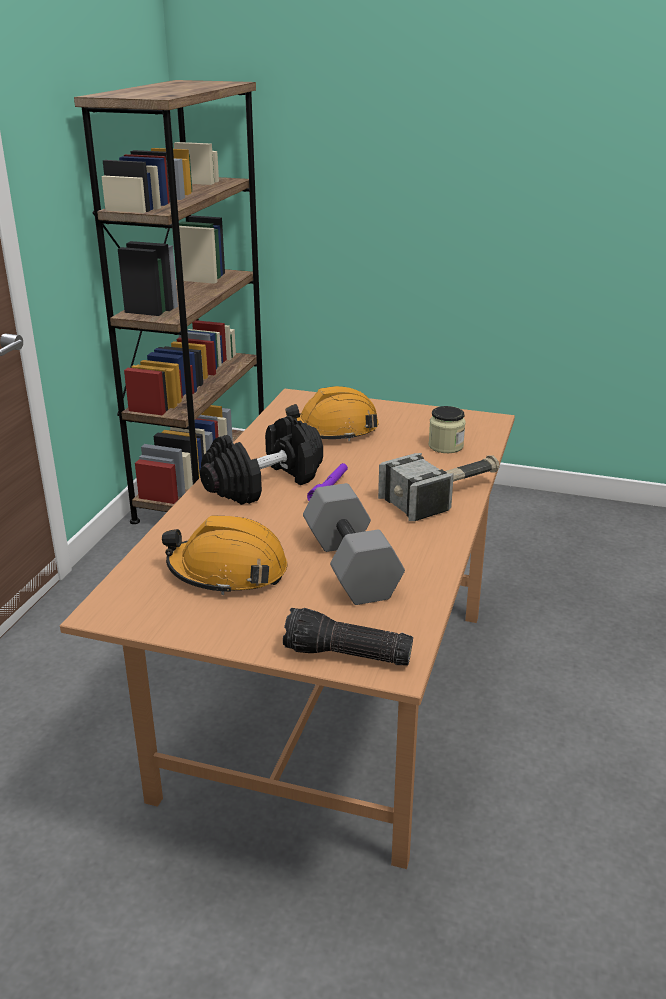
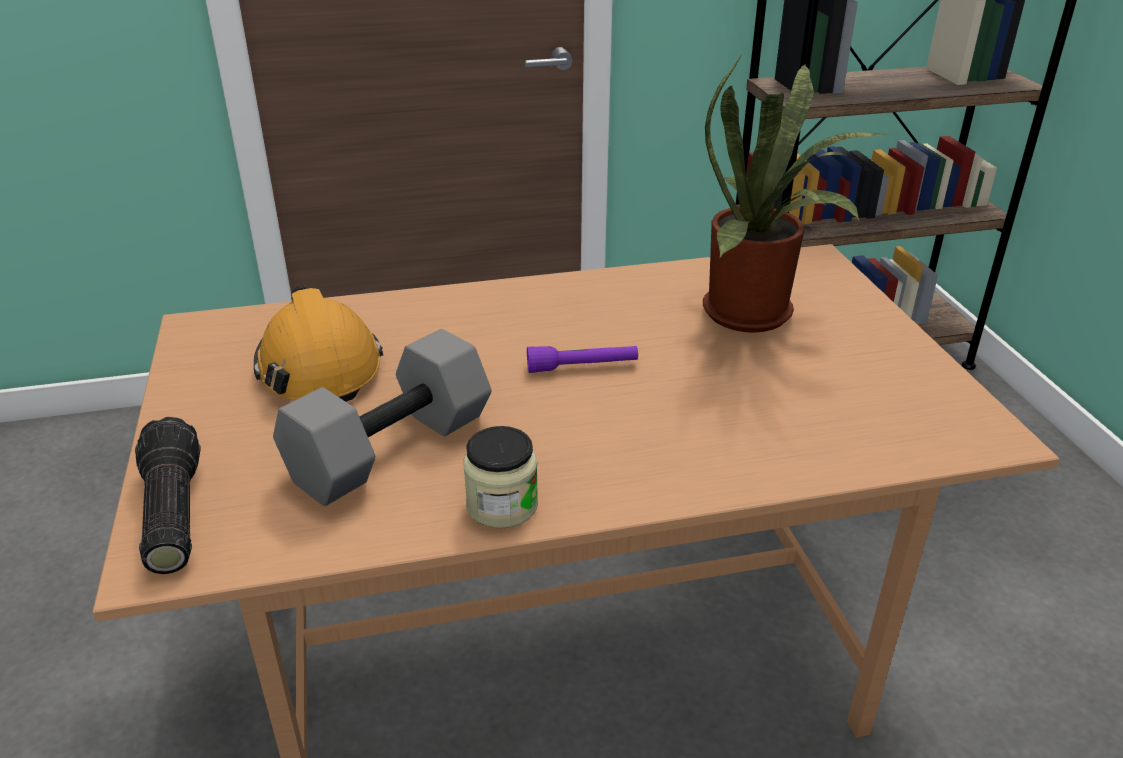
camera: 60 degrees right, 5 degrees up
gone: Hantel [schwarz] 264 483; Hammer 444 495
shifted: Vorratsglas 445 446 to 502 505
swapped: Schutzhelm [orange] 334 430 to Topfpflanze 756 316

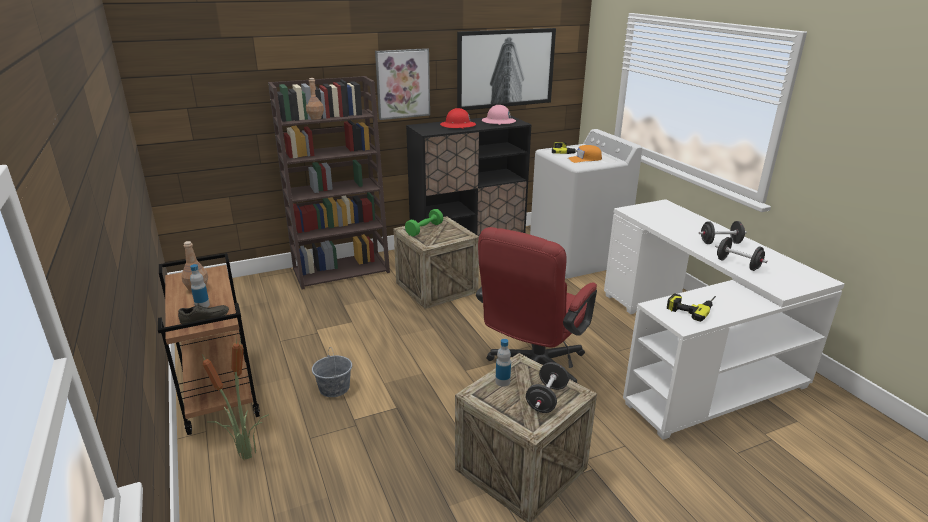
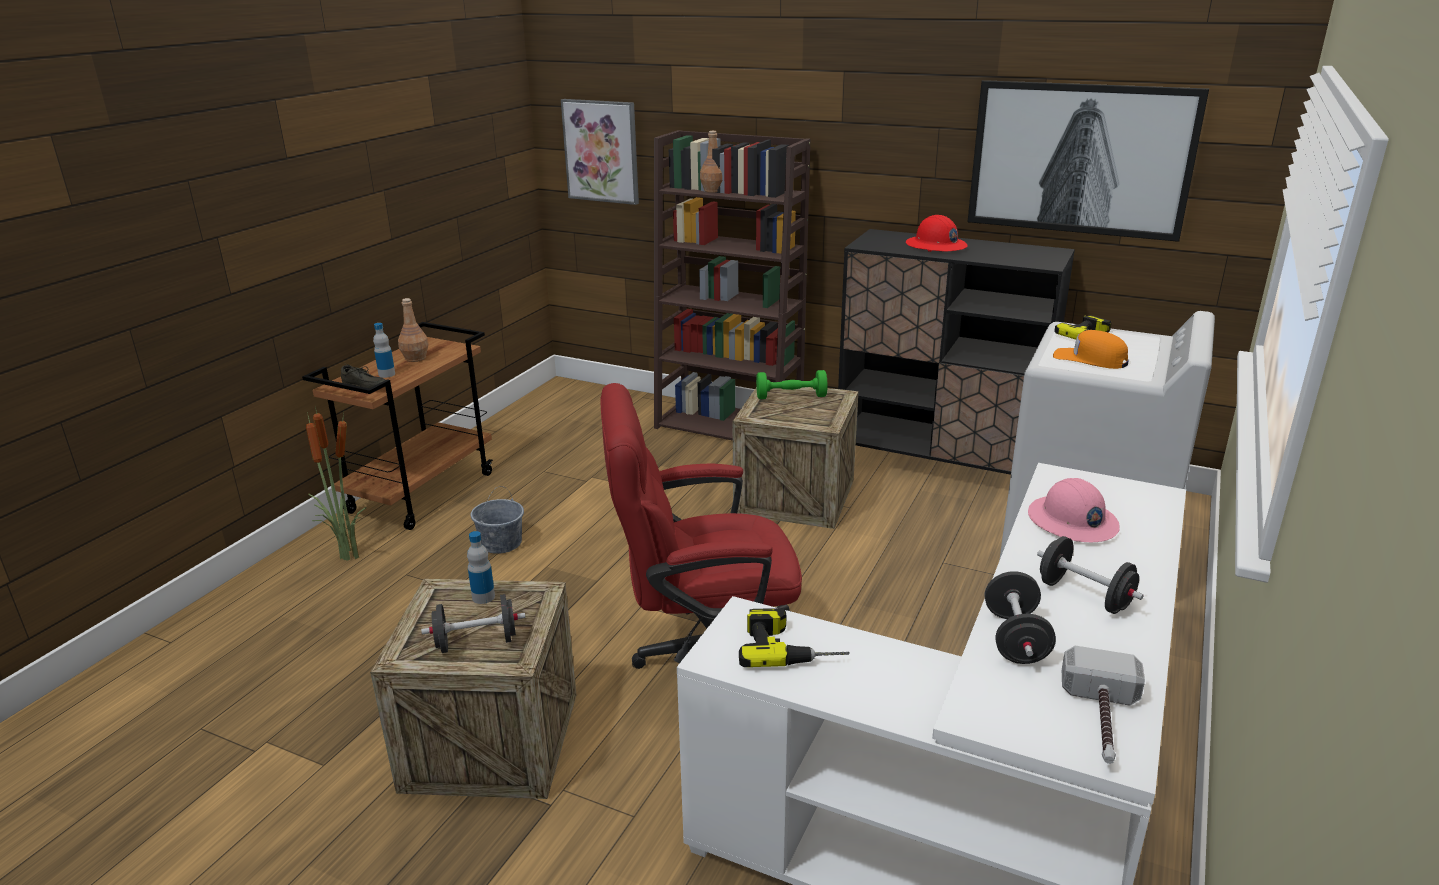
camera: 50 degrees right, 0 degrees up
new: Hammer 1101 722
shifted: Bild 402 84 to 601 151; Schutzhelm [rosa] 498 122 to 1072 522

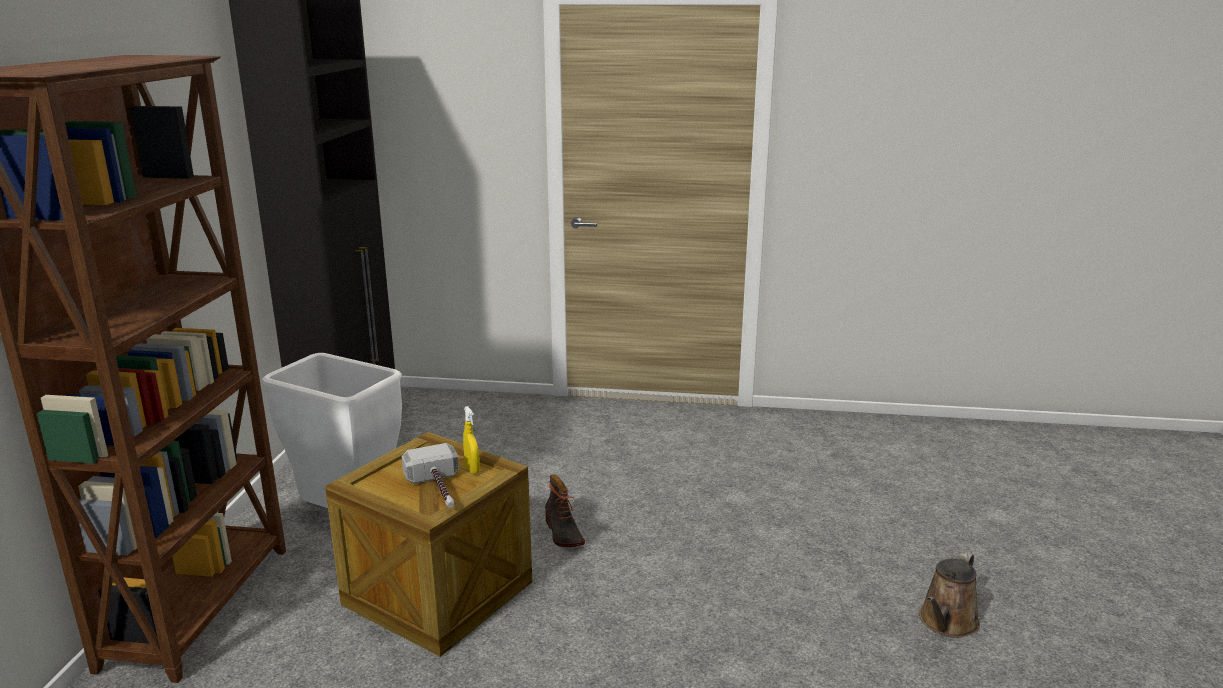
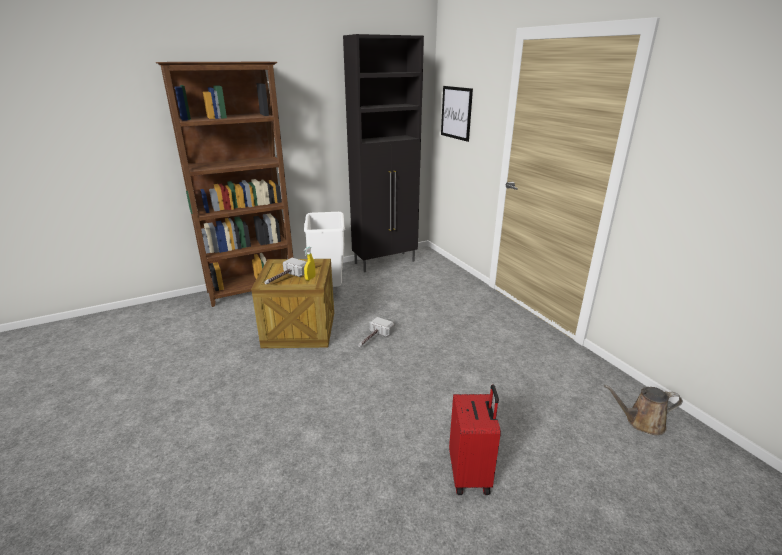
camera: 55 degrees right, 5 degrees up
new: Bild 456 113; Koffer [rot] 470 474
shifted: Gießkanne [braun] 946 623 to 641 422
swapped: Stiefel 562 533 to Hammer 373 339

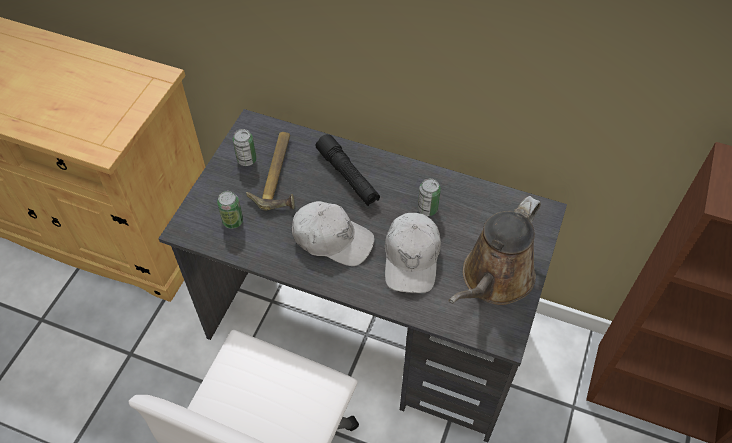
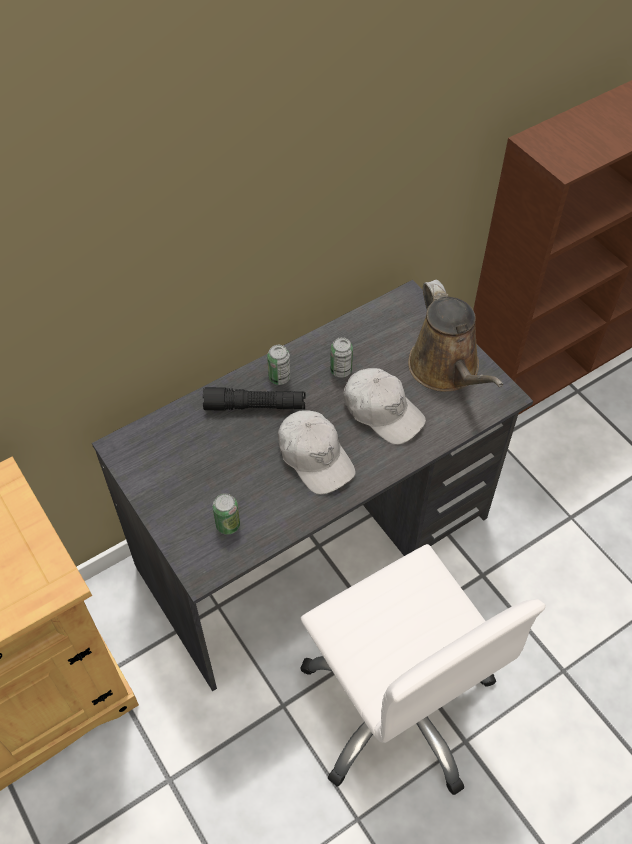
camera: 55 degrees left, 0 degrees up
gone: Hammer 280 174
shifted: Dose 247 160 to 279 377
rotated: Kappe [weiß] 332 239 = 315 457 90 degrees clockwise

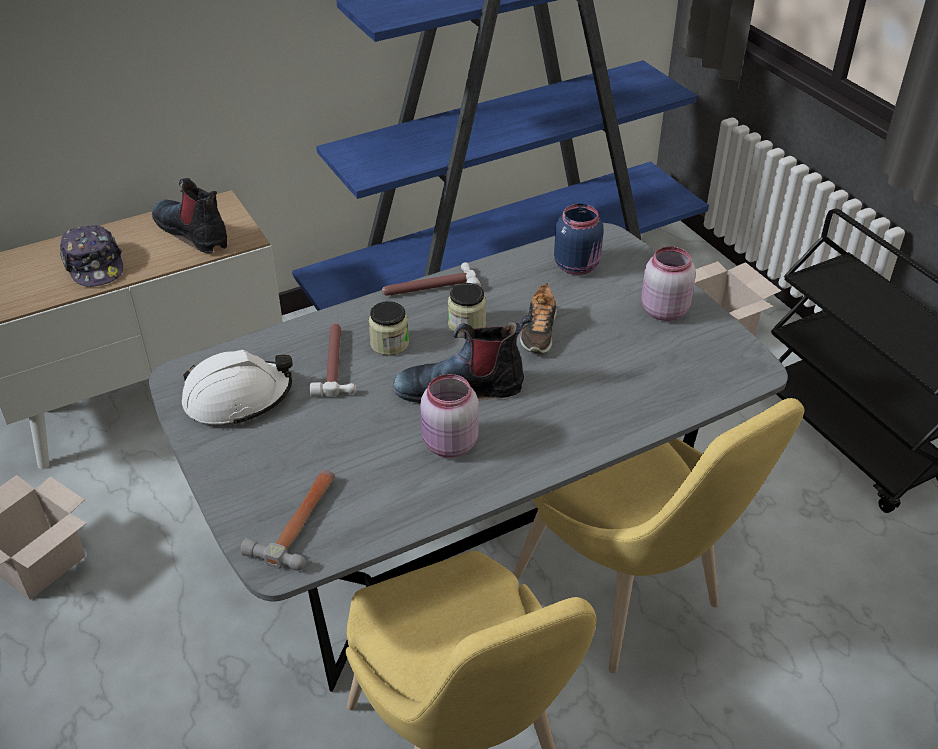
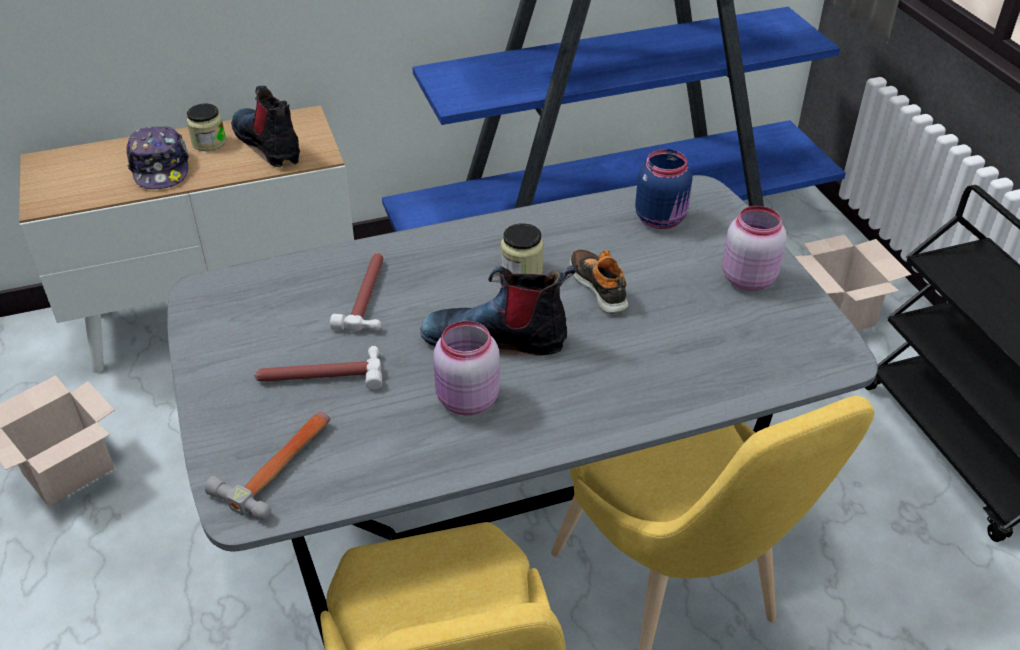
camera: 10 degrees right, 0 degrees up
gone: Schutzhelm [weiß] 238 398
shifted: Hammer 428 287 to 319 375; Vorratsglas 389 344 to 209 142
rotated: Schuh 539 332 = 599 287 135 degrees clockwise

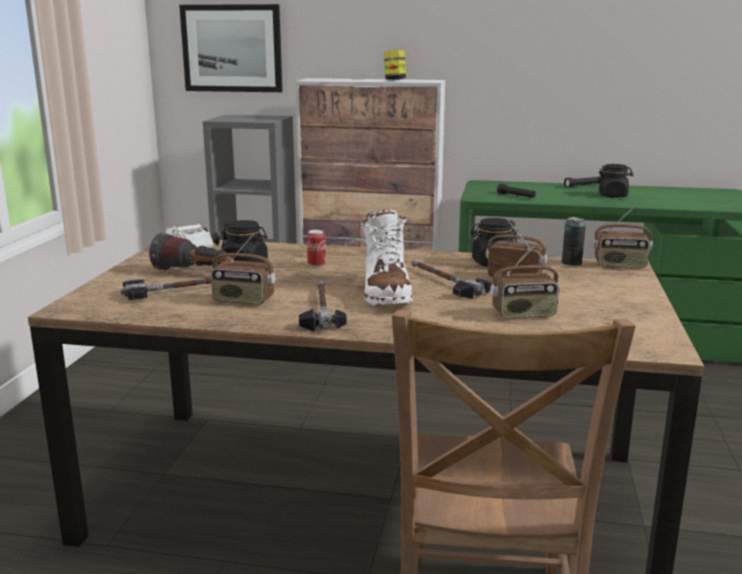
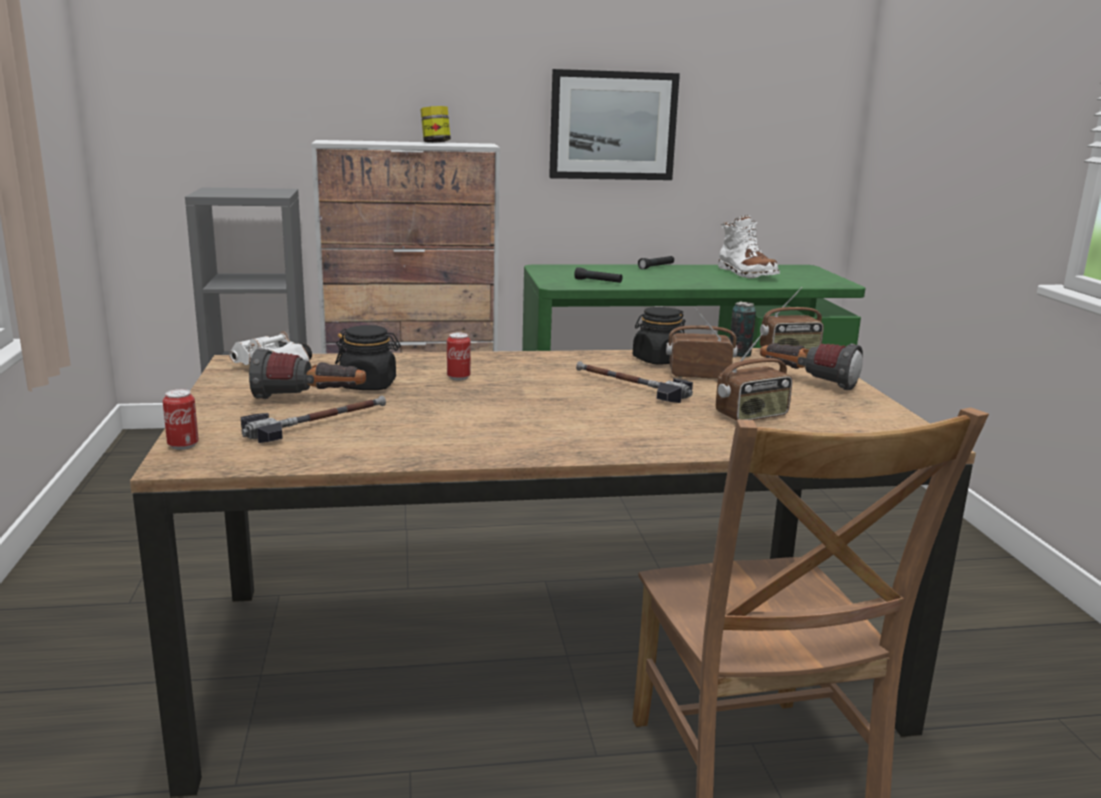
camera: 20 degrees left, 0 degrees up
gone: Vorratsglas [schwarz] 613 195; Radio 243 300; Hammer 321 309
new: Taschenlampe 806 381; Dose 183 445
shifted: Bild 232 48 to 613 125; Stiefel [weiß] 385 293 to 746 273

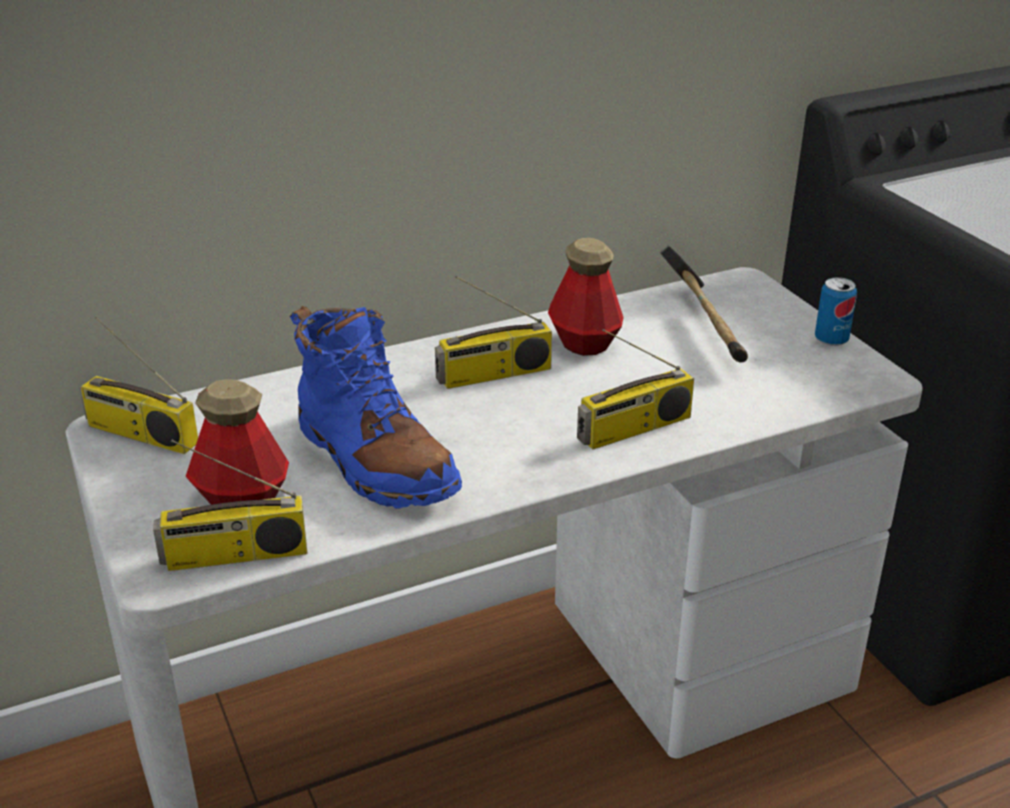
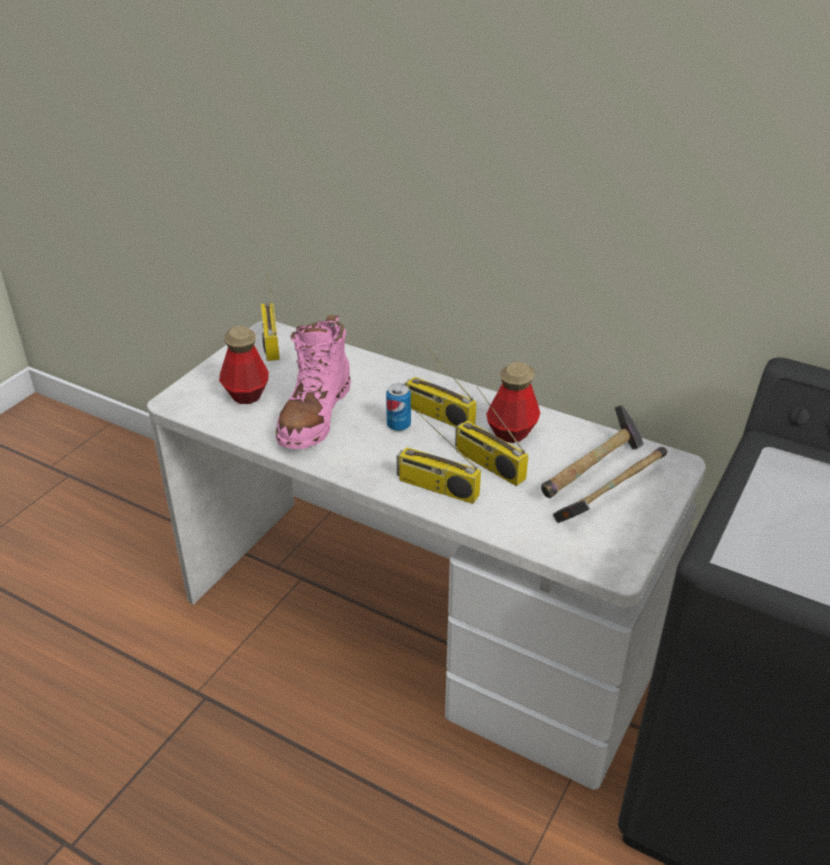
camera: 55 degrees right, 5 degrees up
new: Hammer 610 497
shifted: Dose 831 339 to 398 425; Radio 234 556 to 488 464
repainted: Stiefel [blau] 374 461 to Stiefel [rosa] 315 415

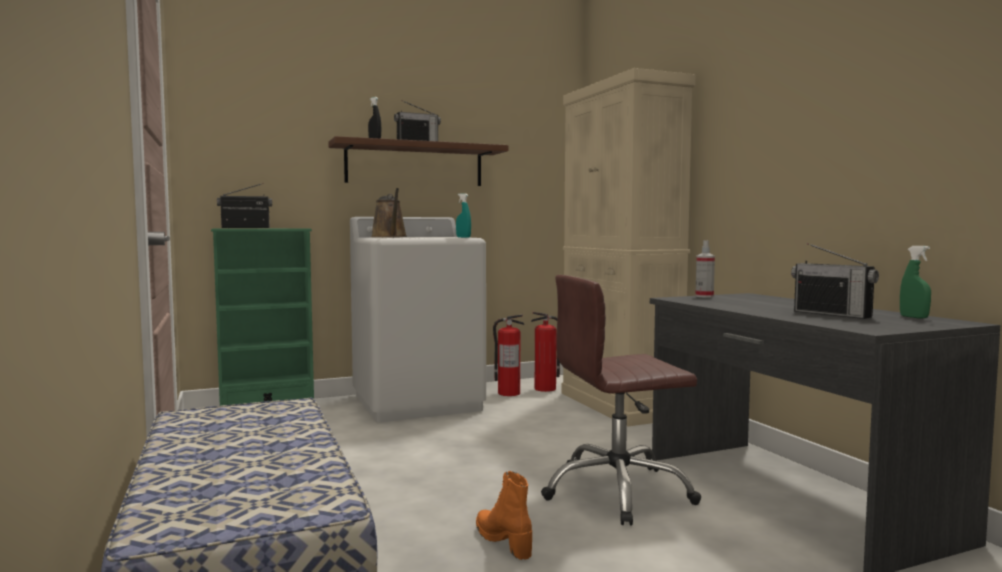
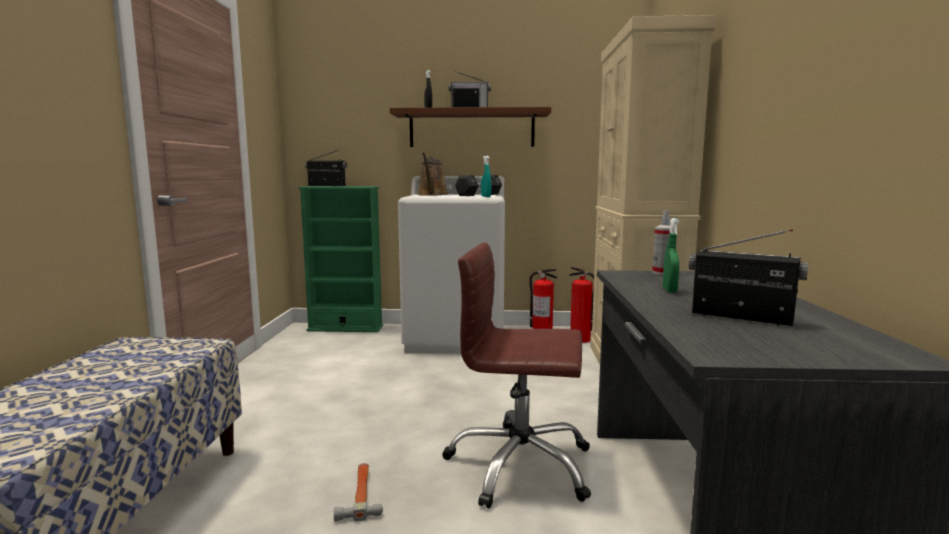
camera: 25 degrees right, 5 degrees up
new: Hantel [schwarz] 479 195
shifted: Sprühflasche [grün] 914 317 to 669 290
swapped: Stiefel [orange] 504 541 to Hammer 360 494
rotated: Radio 832 314 = 740 318 135 degrees clockwise

